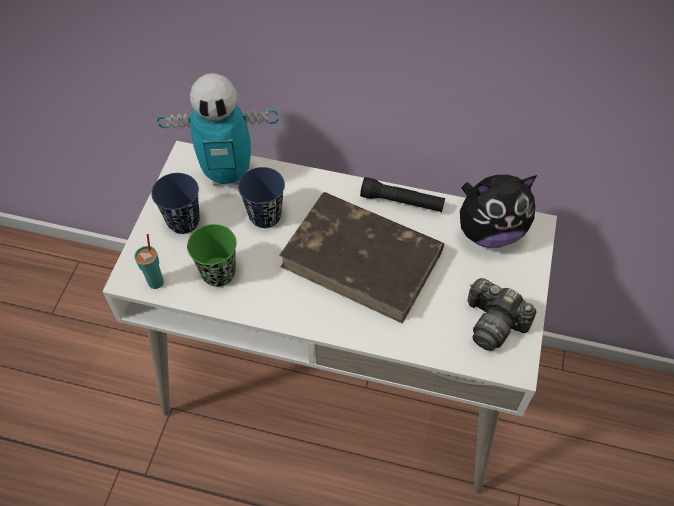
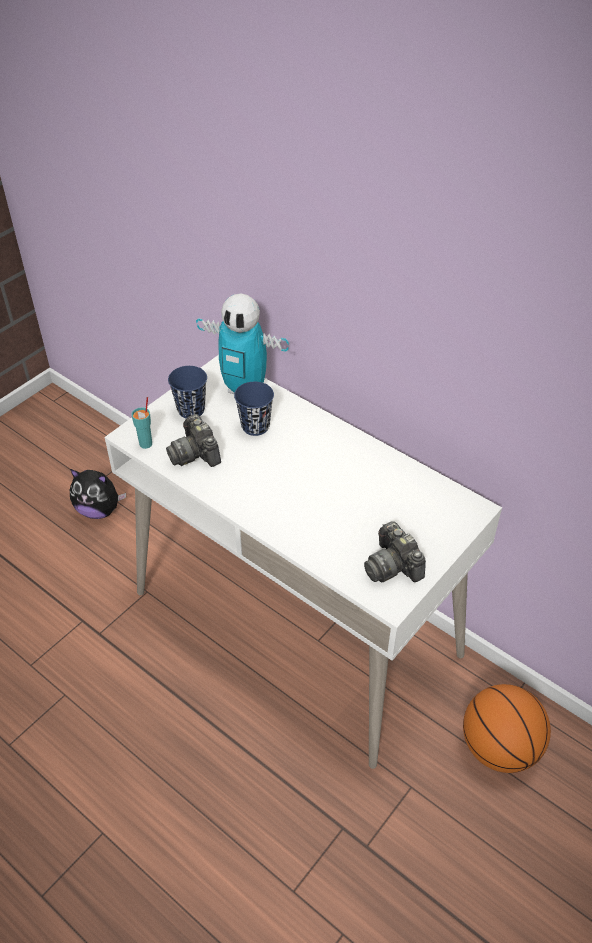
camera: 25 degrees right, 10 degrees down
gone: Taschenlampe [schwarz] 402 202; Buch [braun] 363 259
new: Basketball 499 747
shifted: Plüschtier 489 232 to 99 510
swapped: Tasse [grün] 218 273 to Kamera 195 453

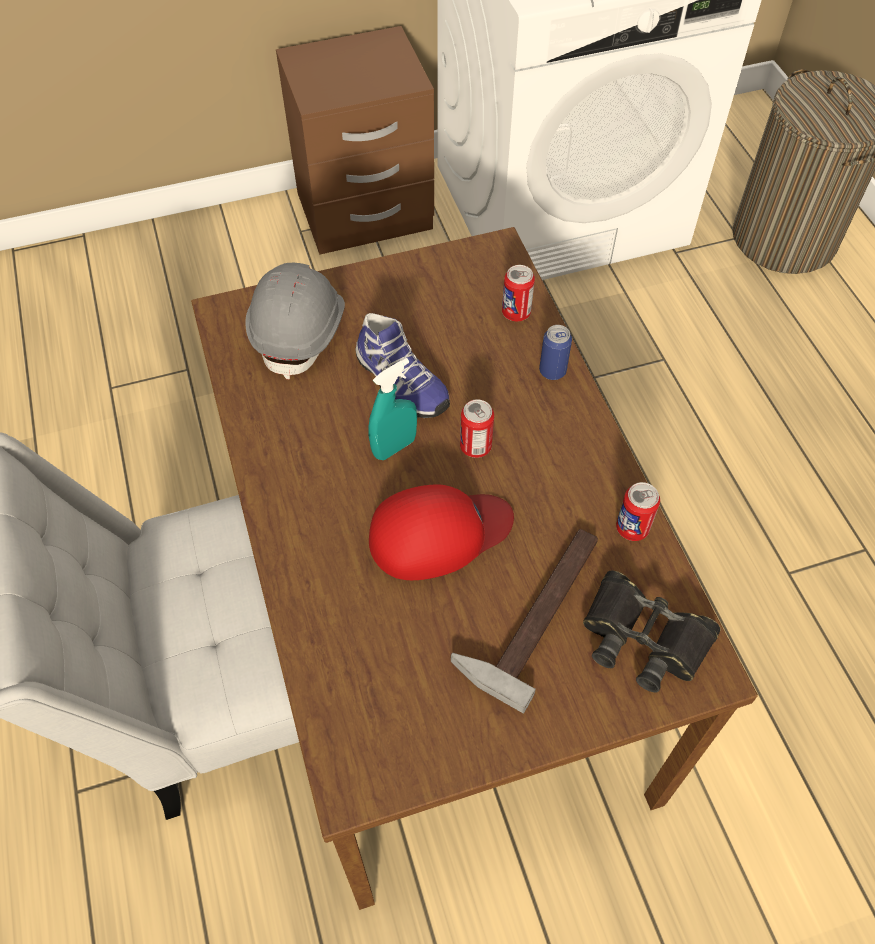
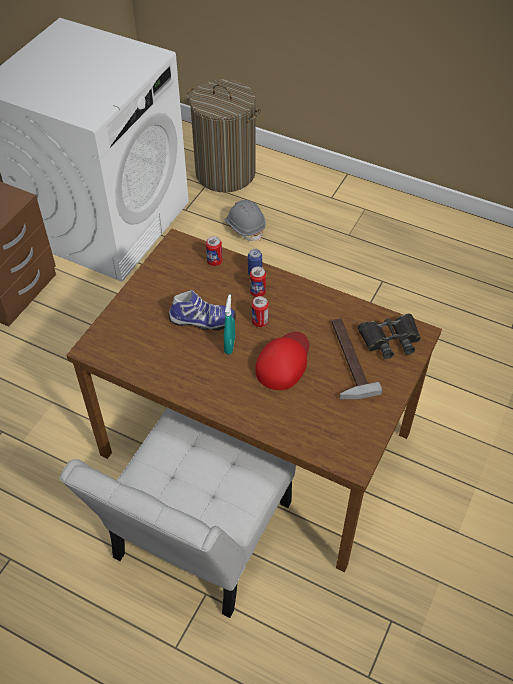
camera: 45 degrees left, 5 degrees down
shifted: Schutzhelm [grau] 300 331 to 245 227; Dose 632 528 to 258 292

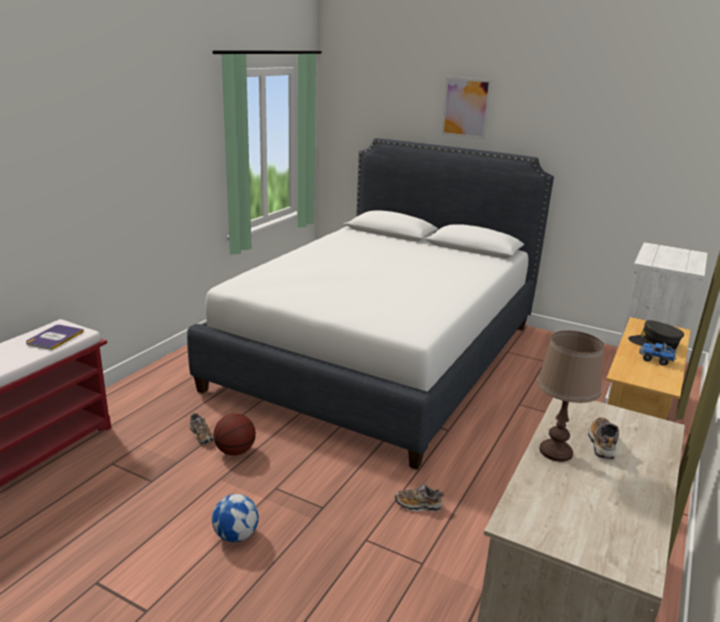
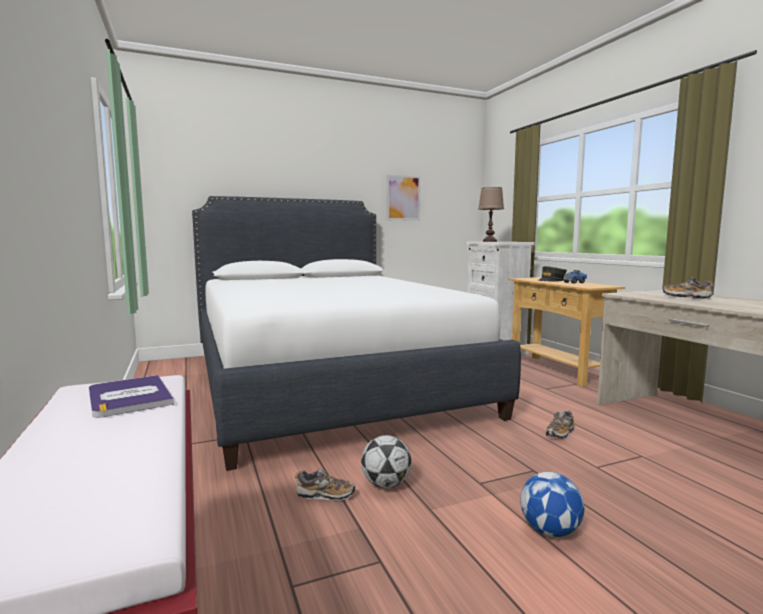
camera: 50 degrees left, 15 degrees down
shifted: Bild 466 108 to 403 198; Tischlampe [braun] 555 452 to 489 241
swapped: Basketball 235 451 to Fußball 386 484

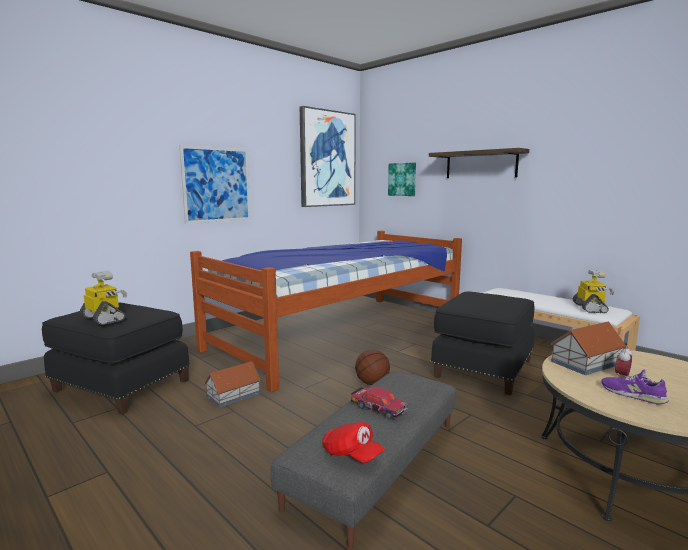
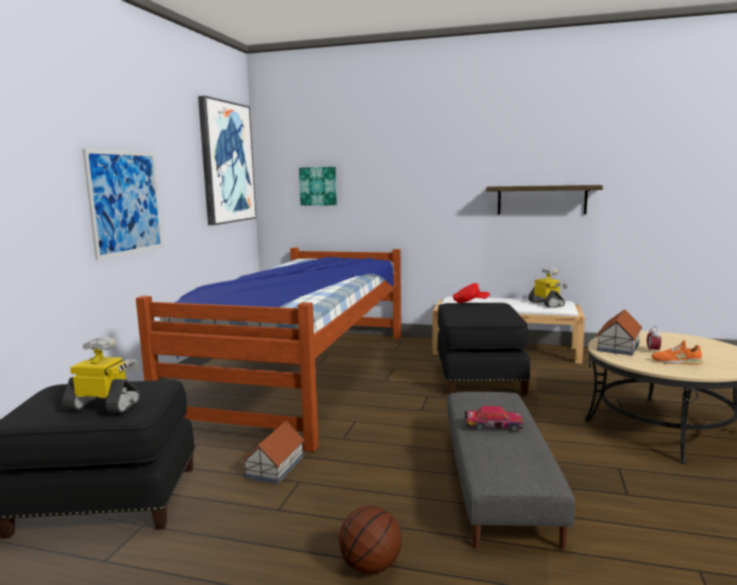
camera: 30 degrees left, 0 degrees up
shifted: Wandregal 480 164 to 541 200; Basketball 372 383 to 370 566; Kappe [rot] 352 455 to 470 302
repainted: Schuh [lila] 632 394 to Schuh [orange] 676 361

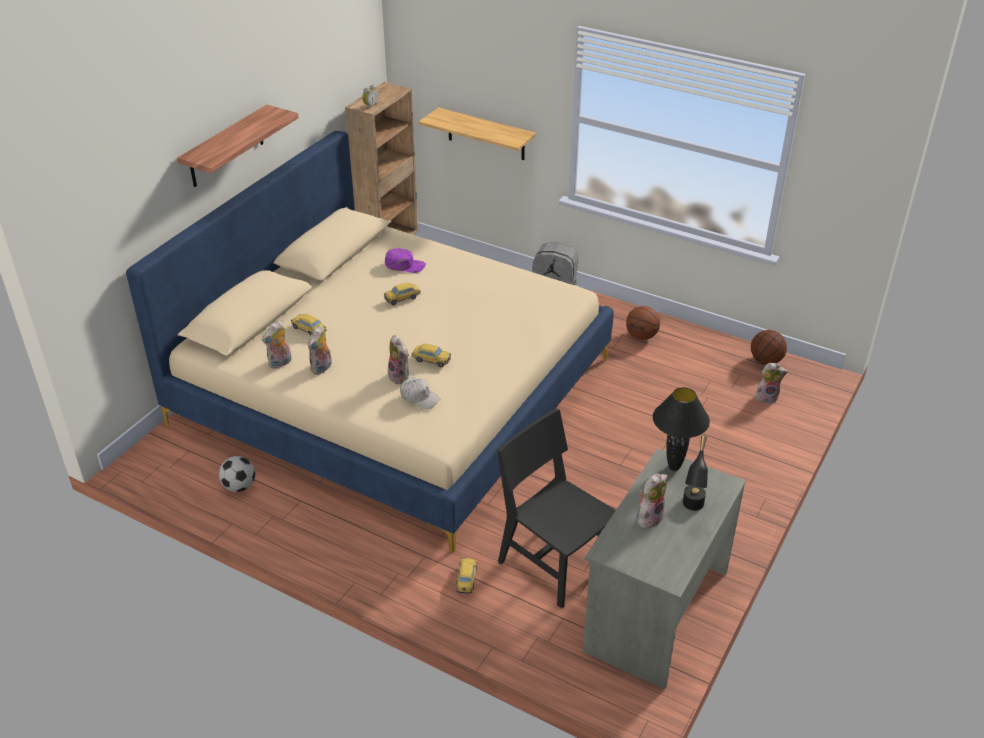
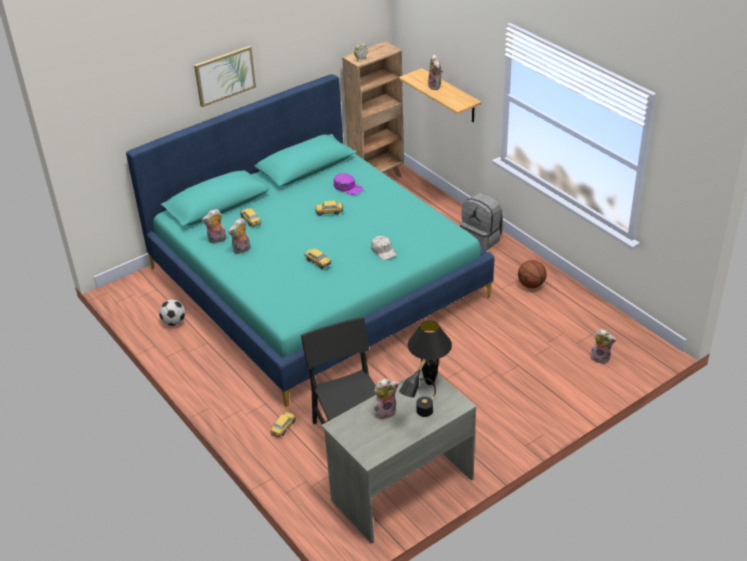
camera: 25 degrees right, 0 degrees up
gone: Basketball 765 361
shifted: Plüschtier 400 377 to 436 86; Kappe [weiß] 419 397 to 383 251
swapped: Wandregal 226 147 to Bild 224 75
repainted: Bett [beige] 394 391 to Bett [türkis] 316 282

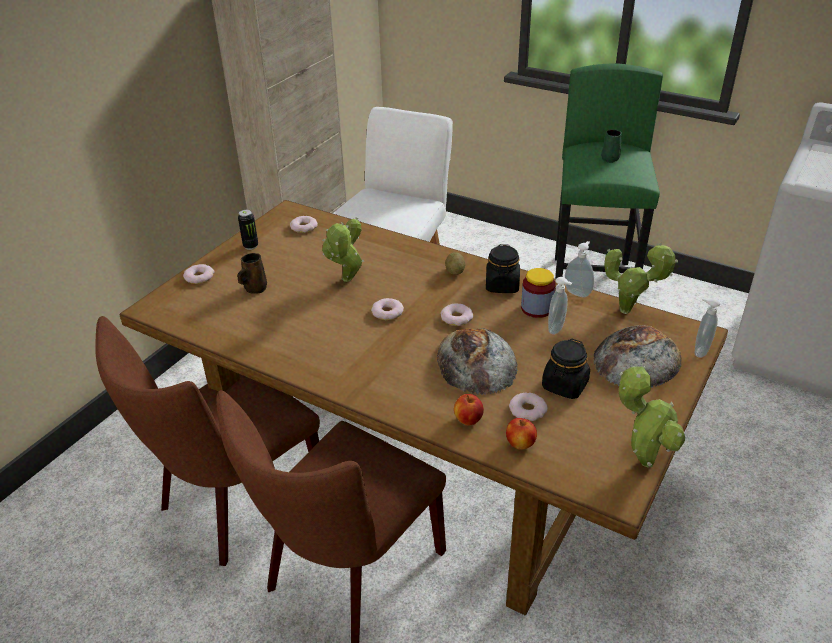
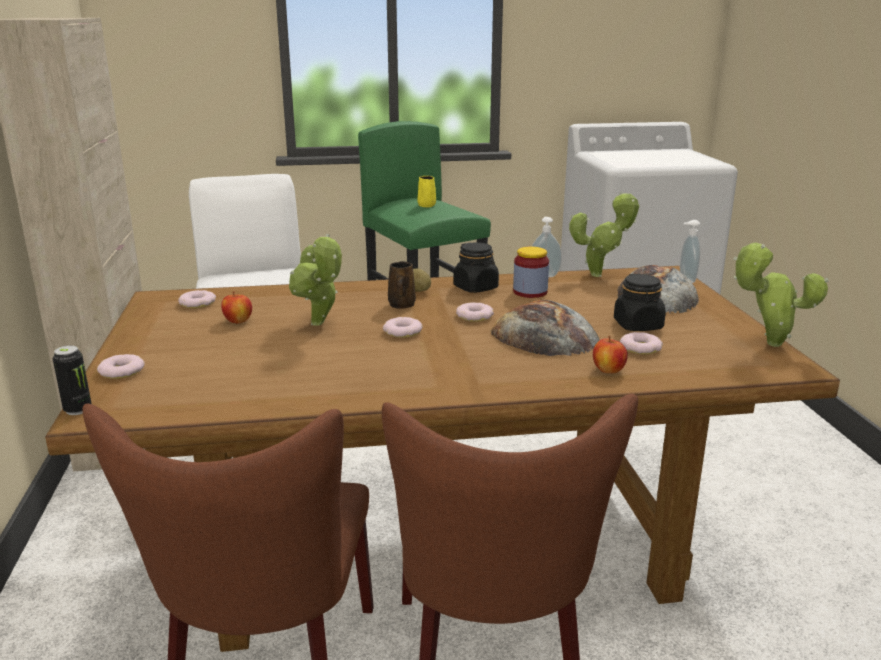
camera: 40 degrees left, 15 degrees down
gone: Seifenspender 557 329
shifted: Dose 250 246 to 78 410; Henkelbecher [braun] 254 289 to 401 305; Apfel 520 444 to 238 321
repainted: Henkelbecher [grün] 610 158 to Henkelbecher [gelb] 426 205

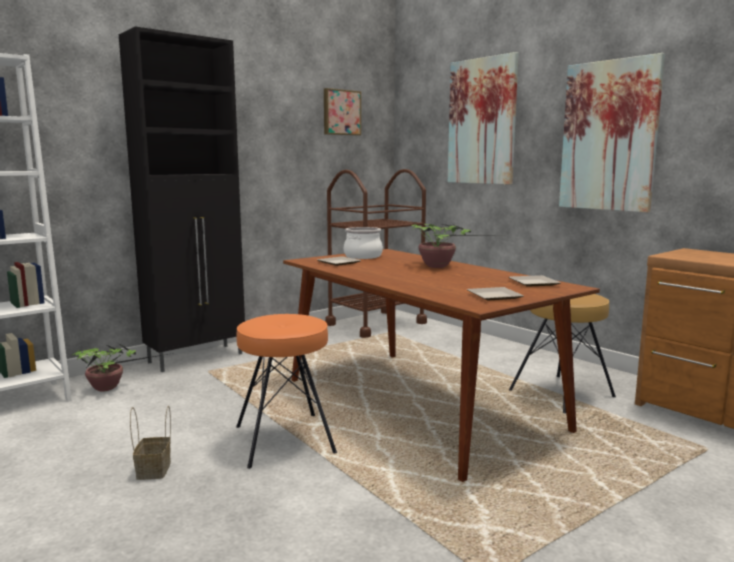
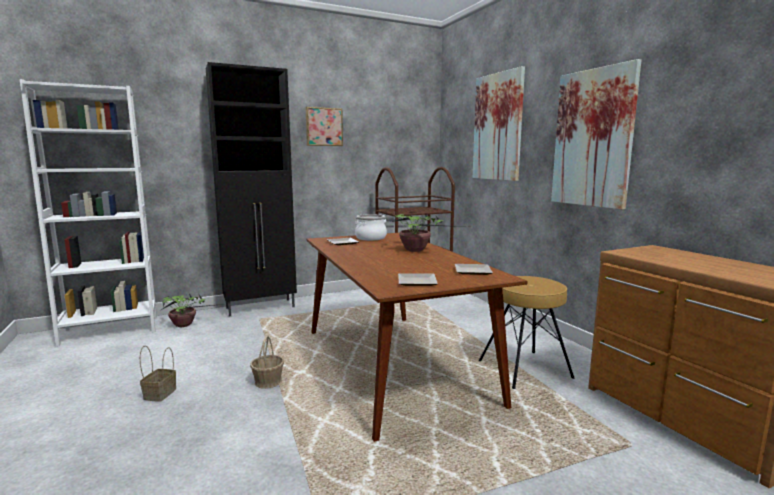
camera: 15 degrees right, 0 degrees up
shifted: Bild 341 112 to 323 127
swapped: Hocker [orange] 285 439 to Korb 268 381

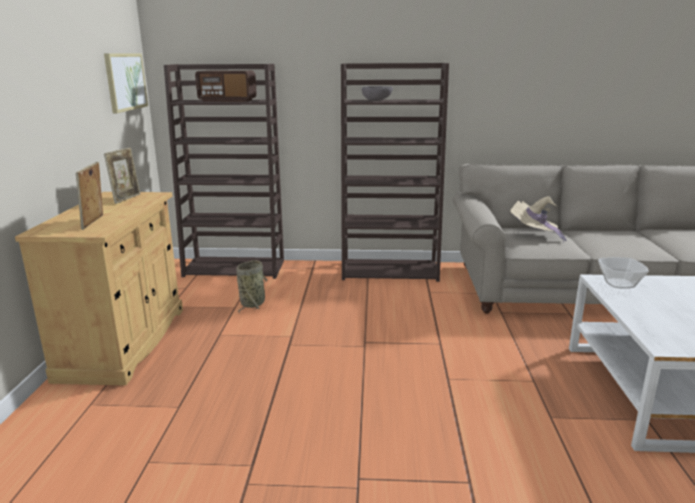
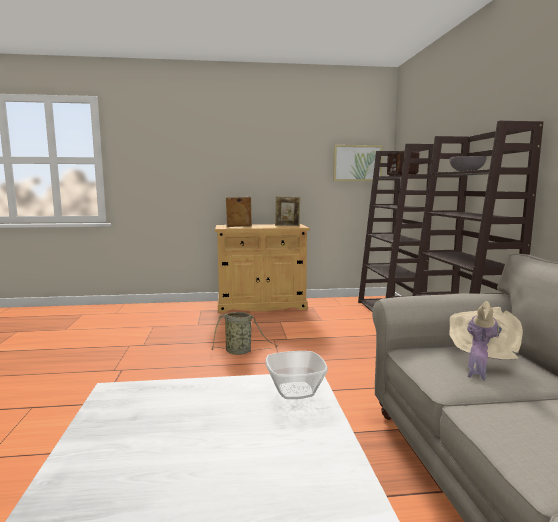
camera: 80 degrees right, 10 degrees down
shifted: Korb 253 303 to 240 352

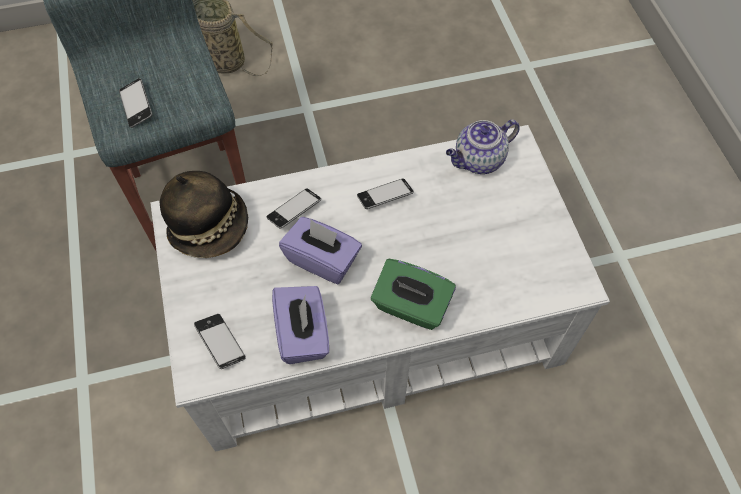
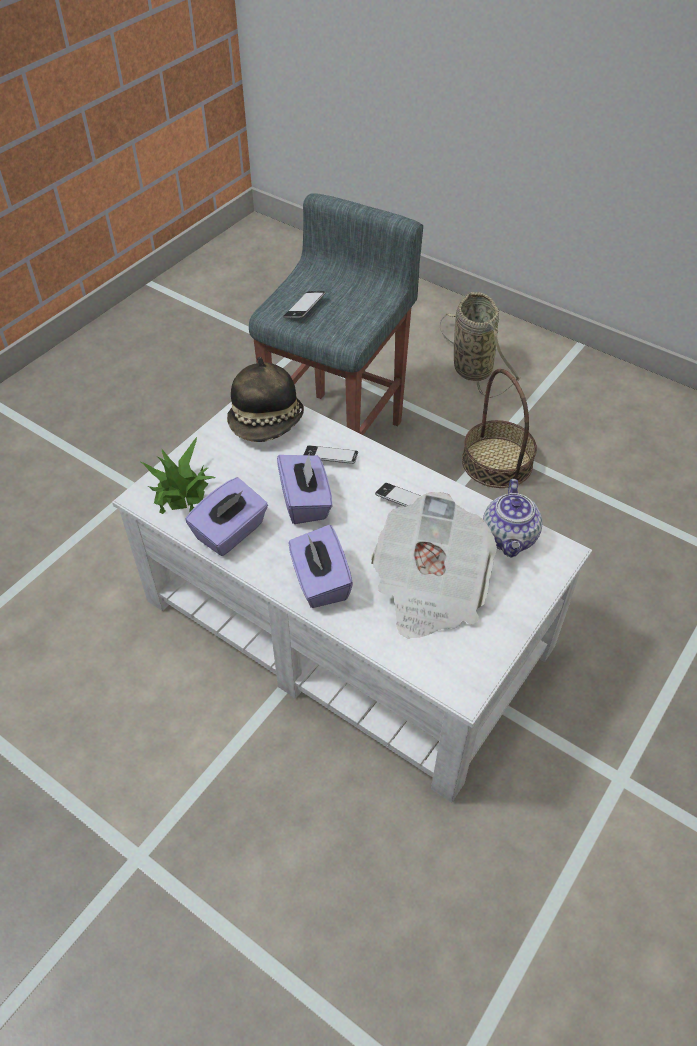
camera: 50 degrees right, 10 degrees down
new: Korb 497 462; Zeitung 429 588
swapped: Handy 220 343 to Topfpflanze 180 491
repainted: Taschentuchbox [grün] 411 306 to Taschentuchbox [lila] 320 582
rotated: Teekanne 478 161 = 509 538 105 degrees counterclockwise

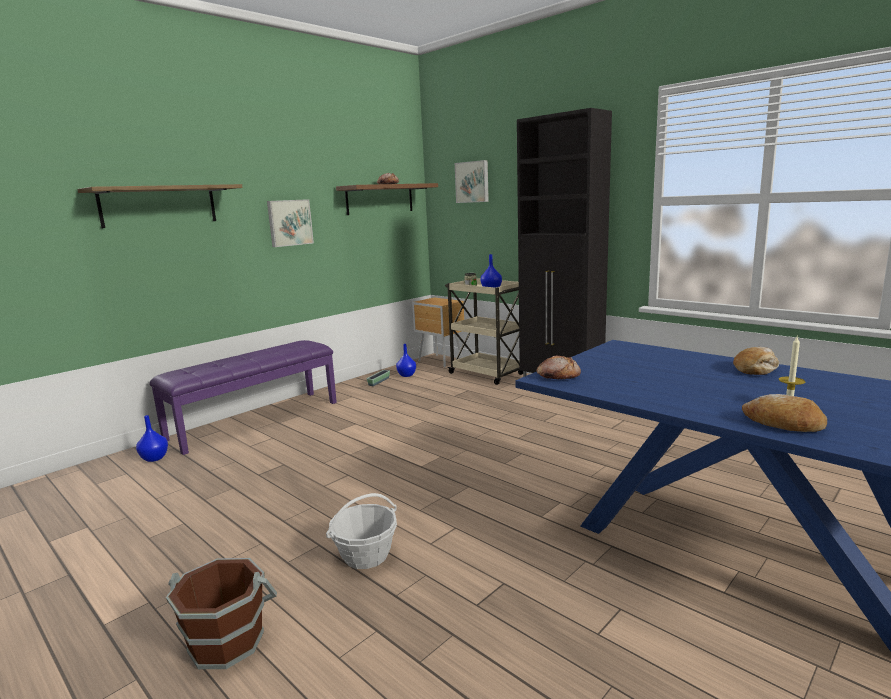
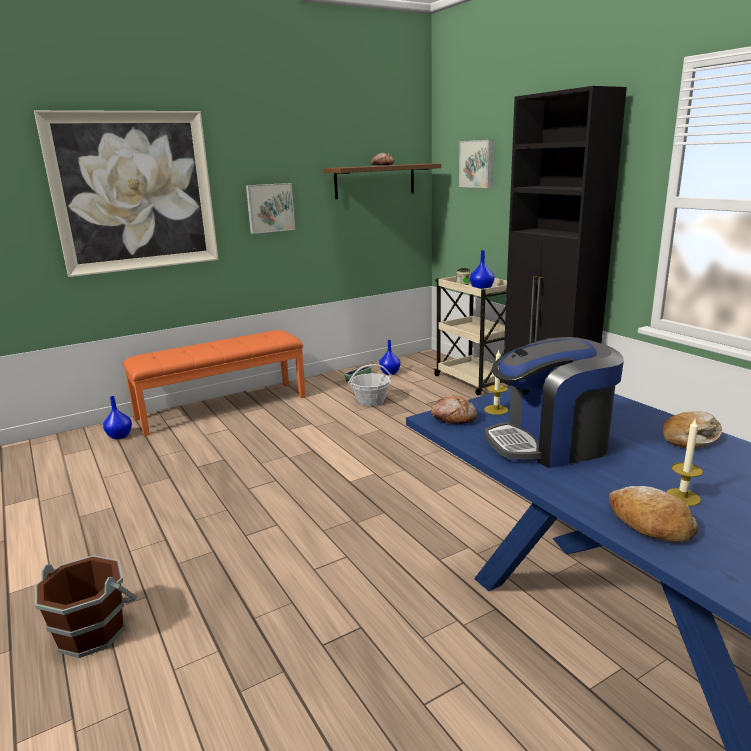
camera: 15 degrees right, 5 degrees up
gone: Nachttisch [braun] 441 361
new: Kaffeemaschine 550 444; Kerze 496 410
shifted: Korb 365 555 to 371 401
swapped: Wandregal 159 206 to Bild 134 192
repainted: Bank [lila] 255 420 to Bank [orange] 222 407

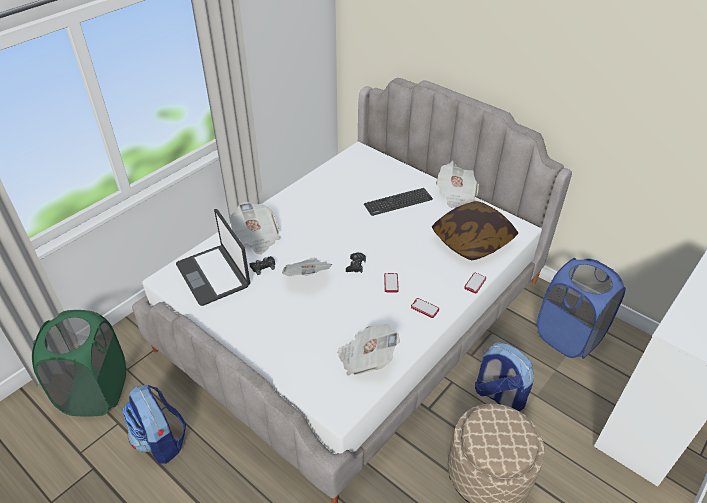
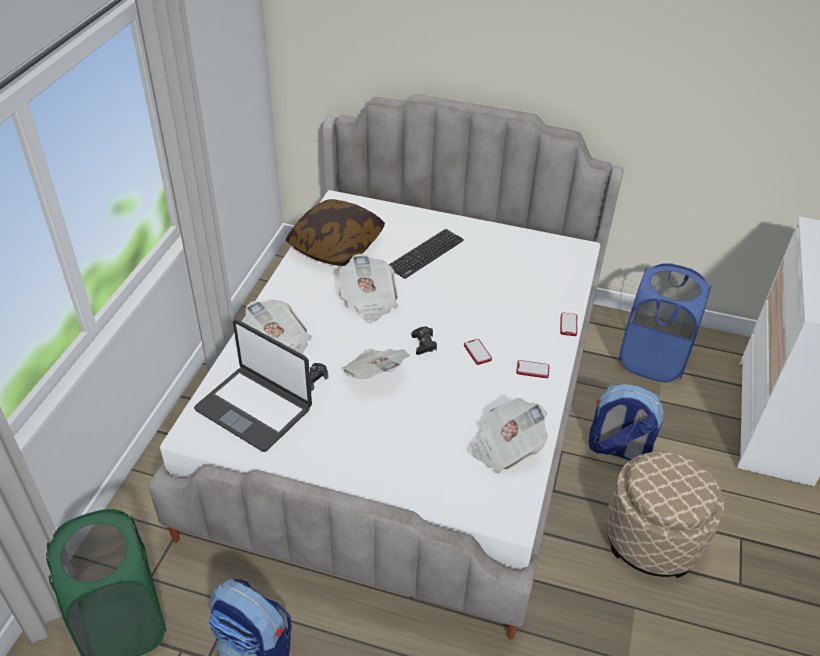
camera: 25 degrees left, 0 degrees up
shifted: Zeitung 456 194 to 368 301; Kissen 472 240 to 336 245

